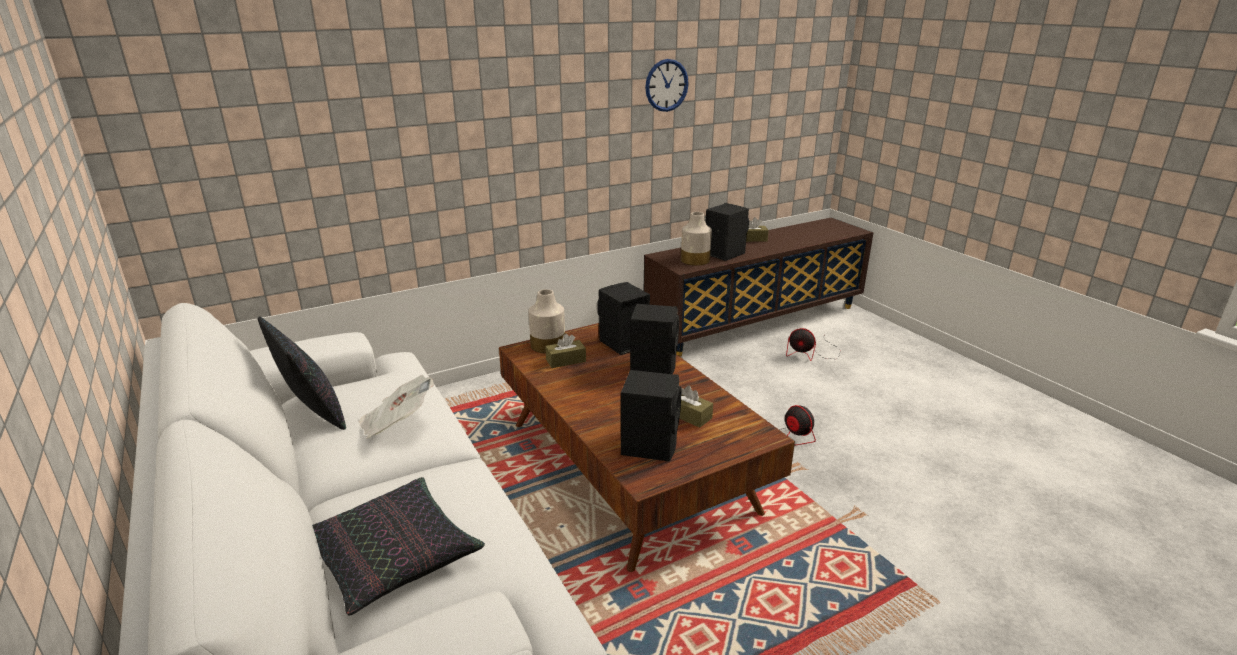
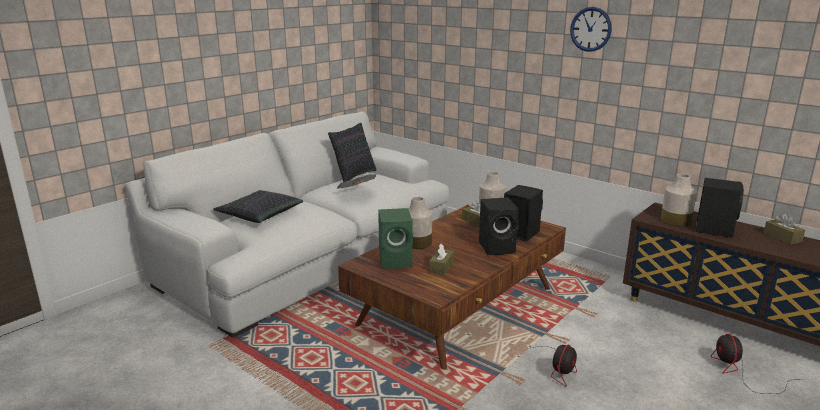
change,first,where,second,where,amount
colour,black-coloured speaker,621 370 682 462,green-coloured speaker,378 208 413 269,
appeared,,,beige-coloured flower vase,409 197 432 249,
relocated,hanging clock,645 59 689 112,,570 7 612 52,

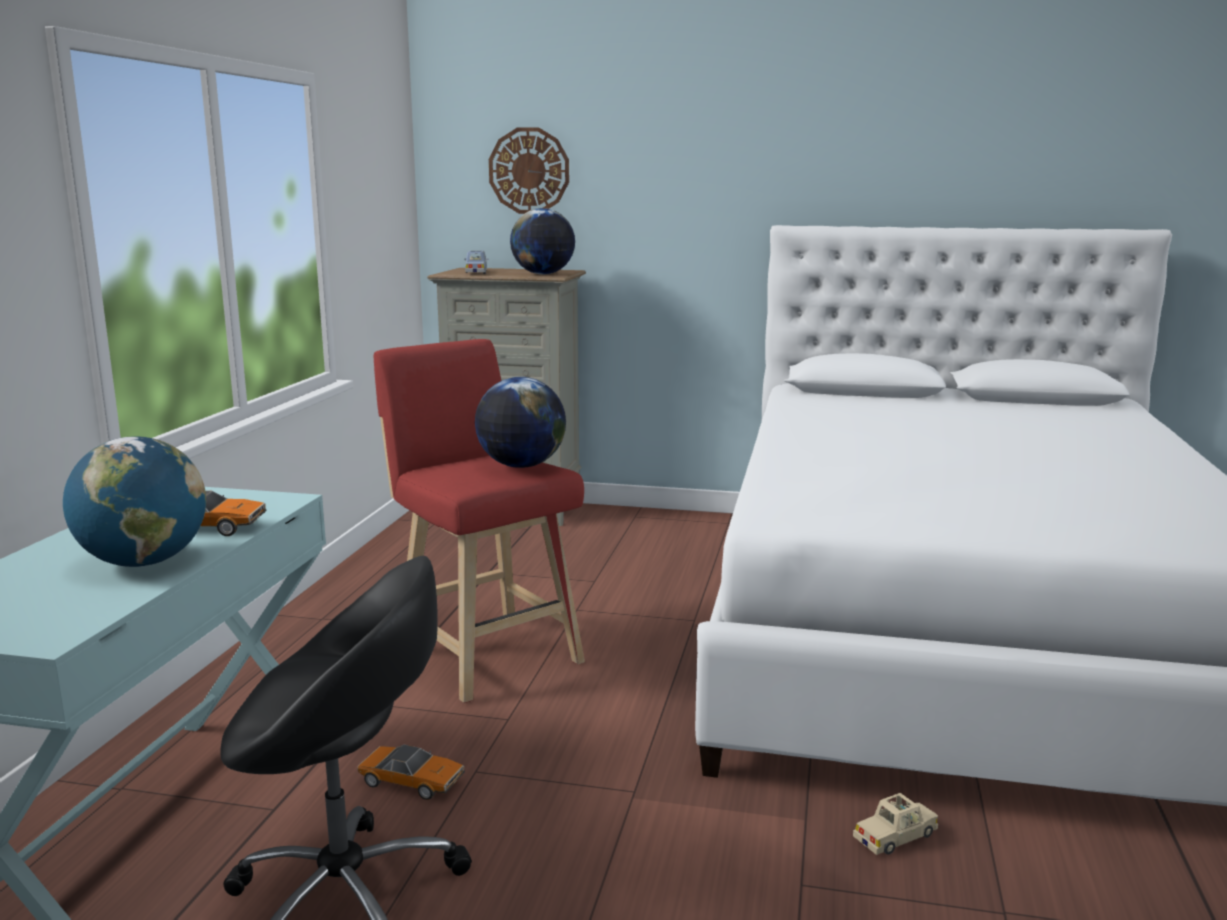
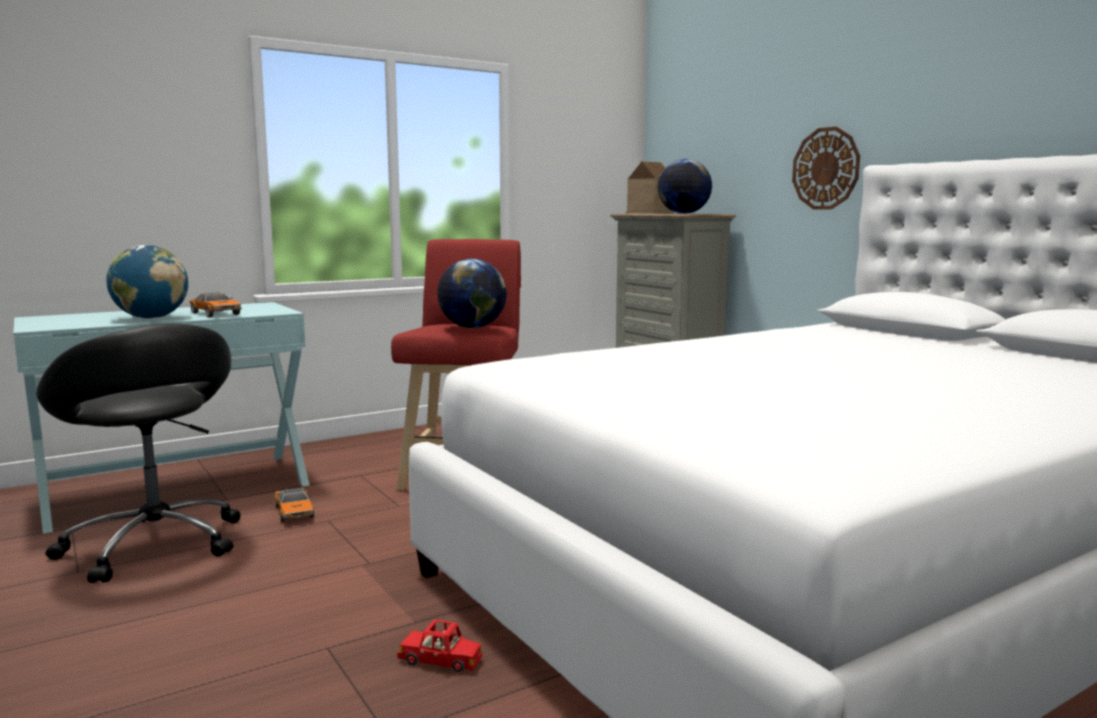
change,first,where,second,where,amount
colour,beige-coloured miniature car,853 793 938 855,reddish miniature car,397 619 482 672,
exchanged,bluish miniature car,464 251 489 274,model house,626 161 674 213,
relocated,hanging clock,489 127 569 214,,792 127 860 210,

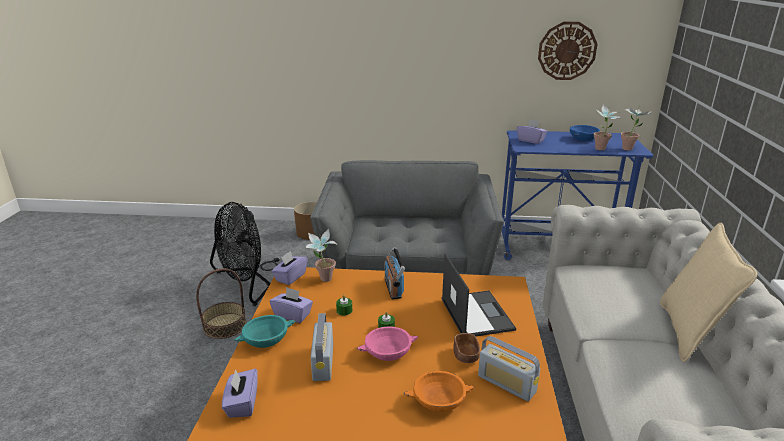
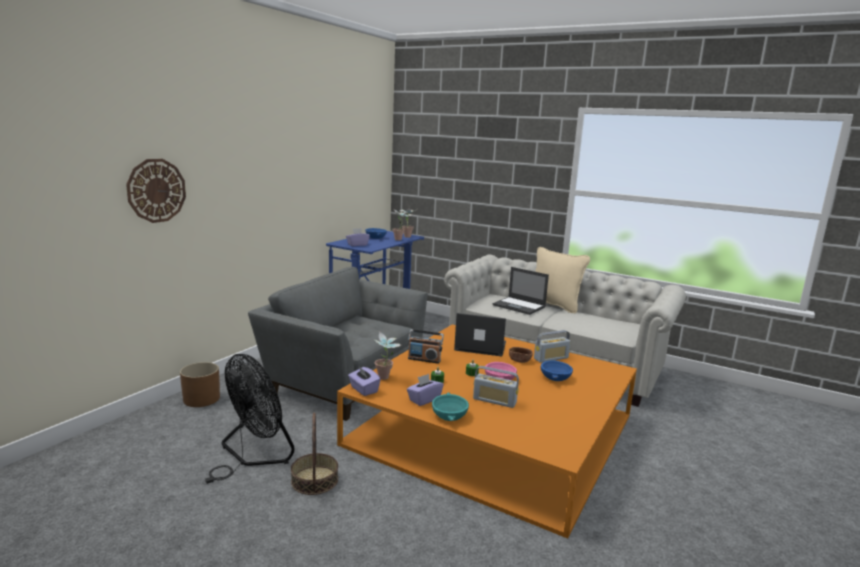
change,first,where,second,where,amount
relocated,hanging clock,538 22 597 80,,126 159 186 223,
spun,black-coloured fan,210 202 280 306,,205 354 294 484,120 degrees counterclockwise
appeared,,,laptop,493 267 549 315,
colour,orange-coloured bowl,404 371 475 412,bluish bowl,541 360 573 381,
missing,purple-coloured tissue box,222 368 258 418,,,

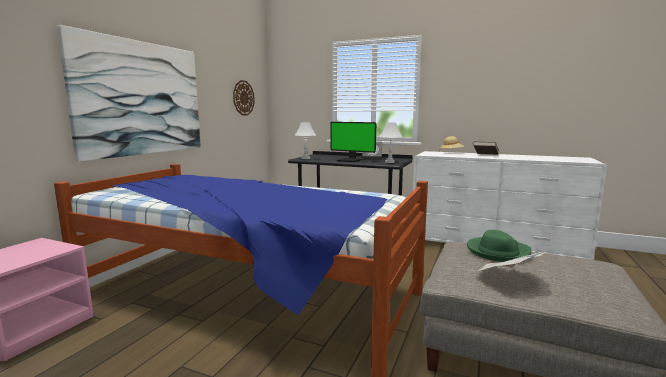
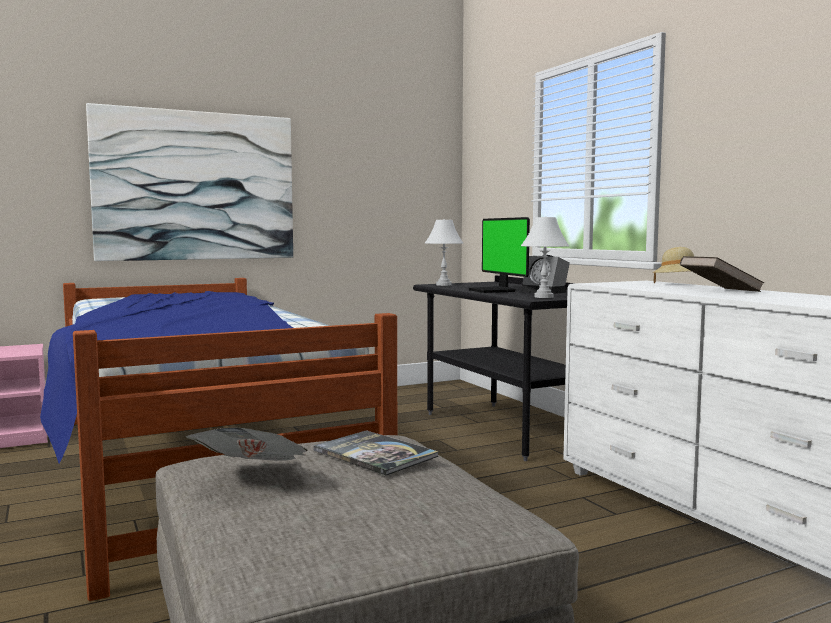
change,first,where,second,where,amount
exchanged,green-coloured wearable hat,467 230 531 262,volume,314 430 439 475,
missing,hanging clock,233 80 255 115,,,

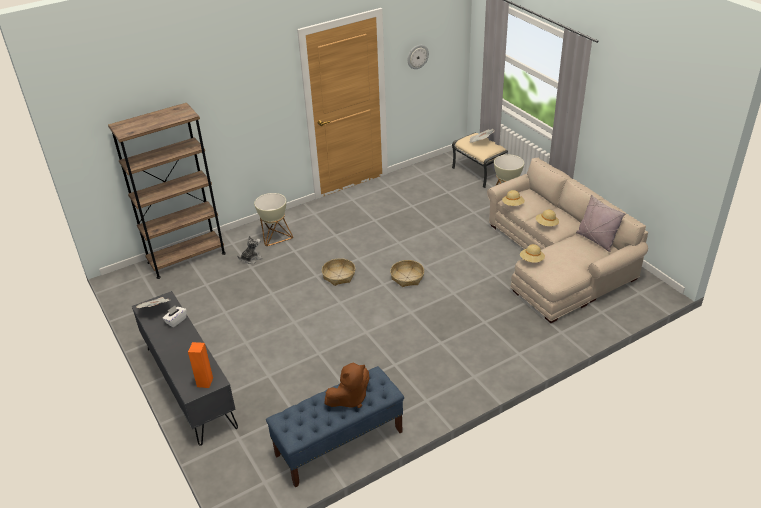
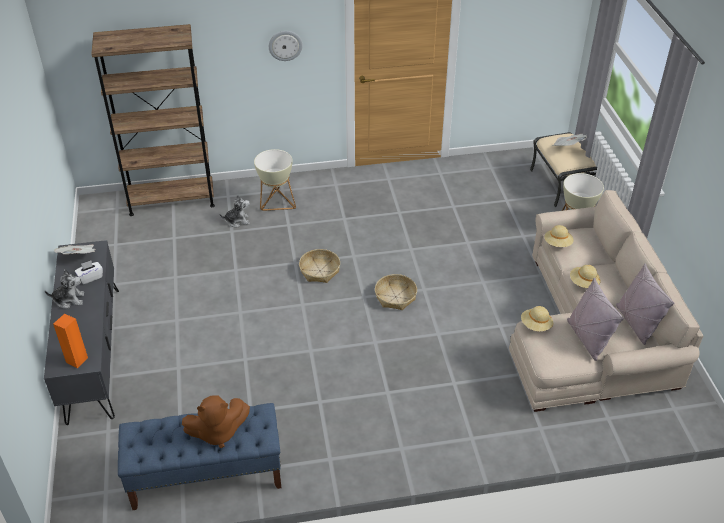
change,first,where,second,where,amount
appeared,,,cuddly toy,45 270 84 309,
relocated,hanging clock,408 45 429 69,,269 31 303 61,
appeared,,,purple-coloured throw pillow,567 278 624 361,

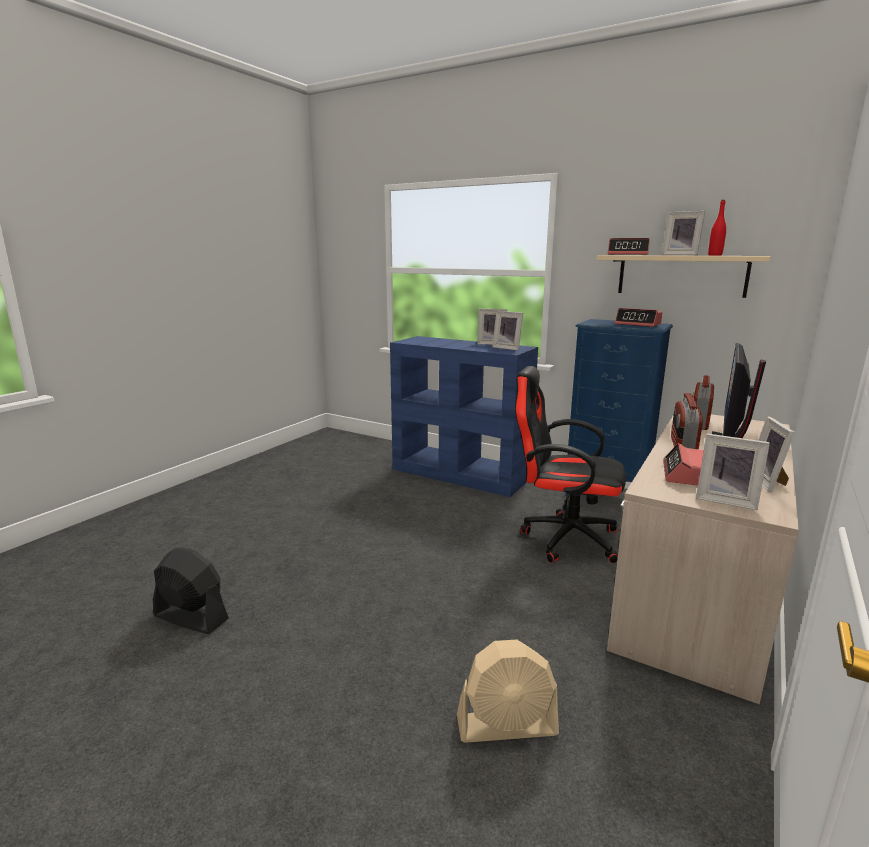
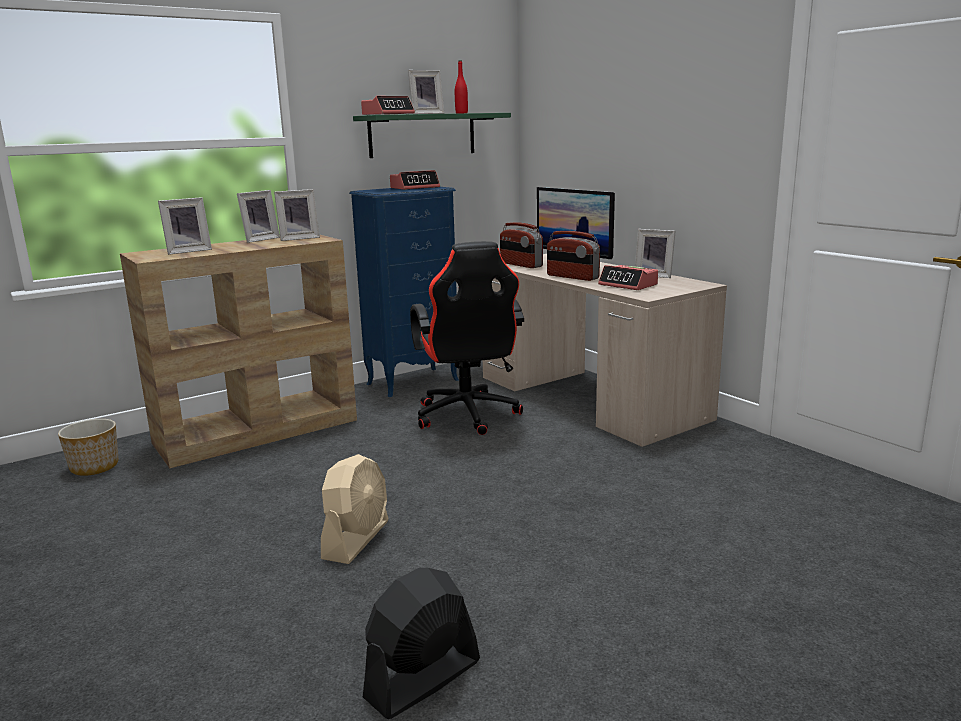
change,first,where,second,where,amount
appeared,,,flower pot,58 419 118 476,
colour,bluish bookshelf,390 336 538 497,brown bookshelf,120 235 357 468,
relocated,picture frame,696 434 770 510,,158 197 212 255,
relocated,beige-coloured fan,457 640 559 743,,321 454 388 564,
colour,beige-coloured shelf,596 255 771 298,green-coloured shelf,353 113 511 158,
spun,black-coloured computer chair,515 366 626 563,,410 241 524 435,60 degrees counterclockwise

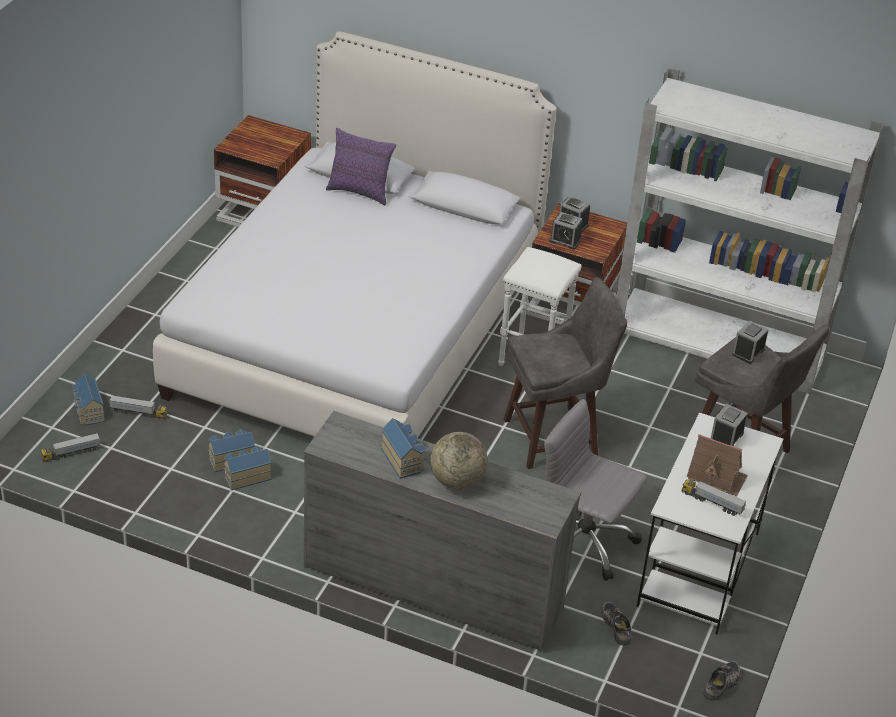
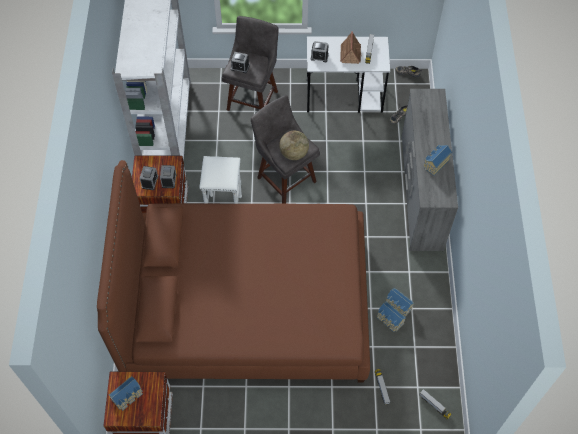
change,first,where,second,where,amount
colour,white bedroom bed,153 31 557 437,brown bedroom bed,97 160 370 383,
relocated,model house,72 373 105 426,,109 376 143 411,
relocated,desk globe,430 432 488 490,,279 130 309 160,
missing,purple-coloured throw pillow,326 128 396 205,,,
missing,grey computer chair,544 399 647 581,,,

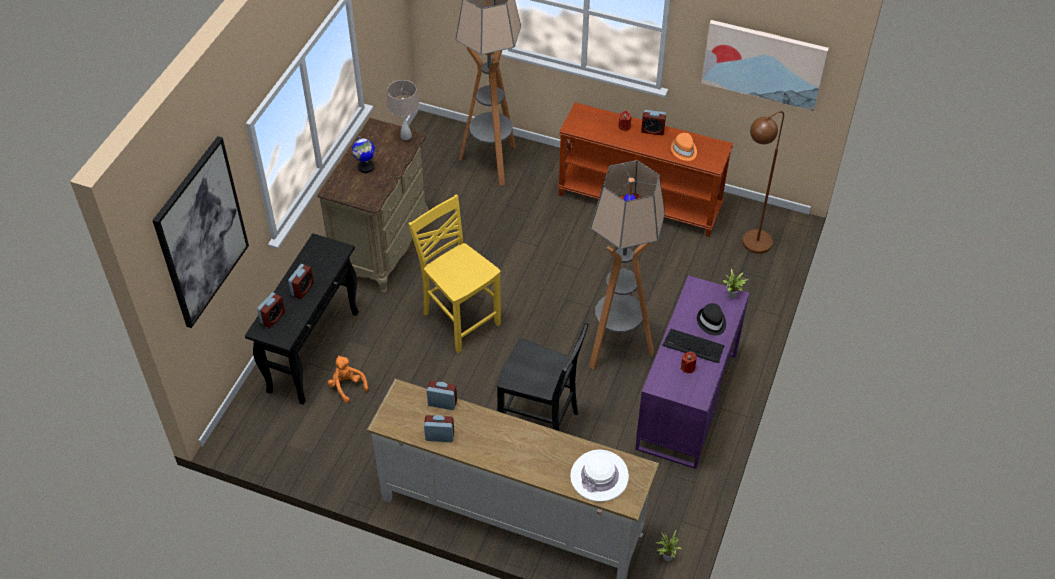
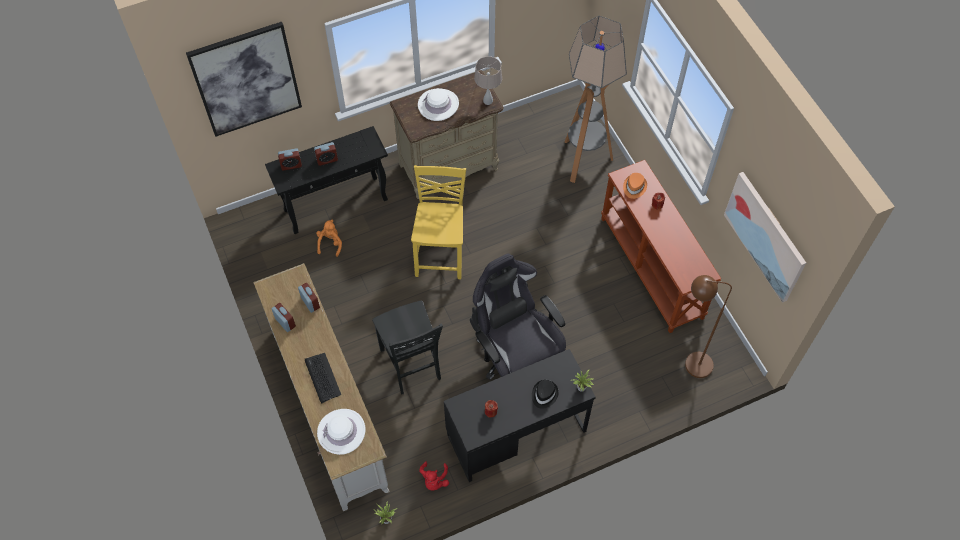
change,first,where,second,where,amount
relocated,computer keyboard,663 329 724 363,,305 353 341 403,
exchanged,desk globe,352 136 375 173,white wearable hat,418 88 459 121,
appeared,,,reddish cuddly toy,419 461 449 490,
colour,purple-coloured desk unit,635 275 750 469,black-coloured desk unit,444 349 596 482,
exchanged,standard lamp,589 160 665 370,black-coloured computer chair,470 253 566 380,
relocated,orange-coloured wearable hat,671 133 697 161,,623 173 647 199,
missing,table clock,641 110 666 135,,,

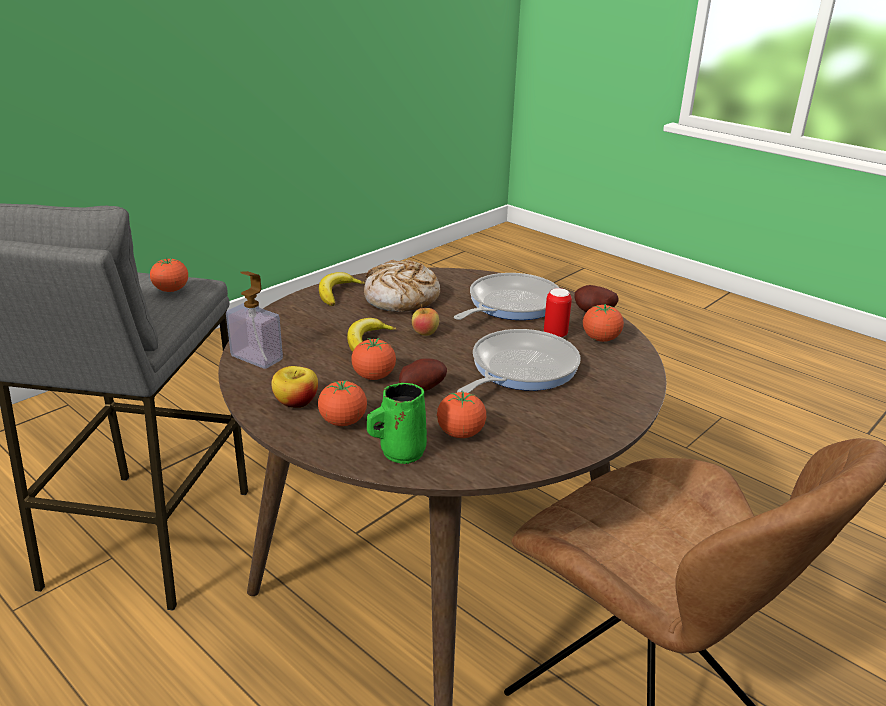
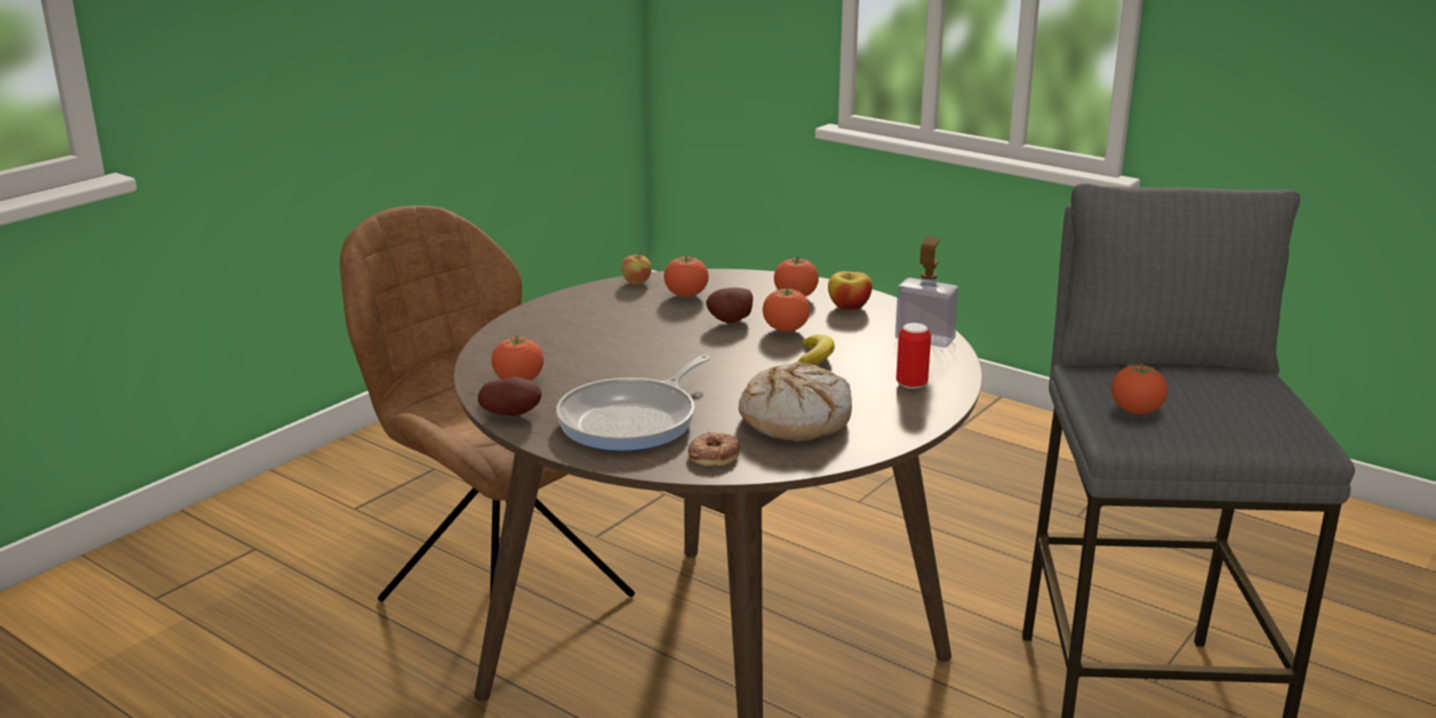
change,first,where,second,where,amount
relocated,whole apple,412 304 439 336,,621 250 652 284,
appeared,,,ring doughnut,688 432 740 466,
relocated,sealed can,544 288 572 338,,896 323 931 389,
missing,whole banana,319 272 365 306,,,
missing,green-coloured tea mug,367 383 427 464,,,
missing,pan,457 329 581 393,,,

